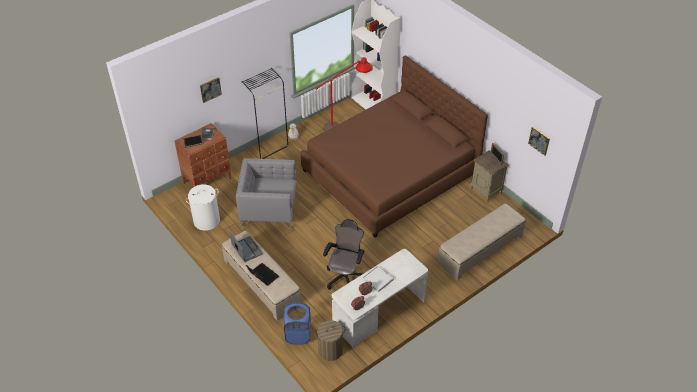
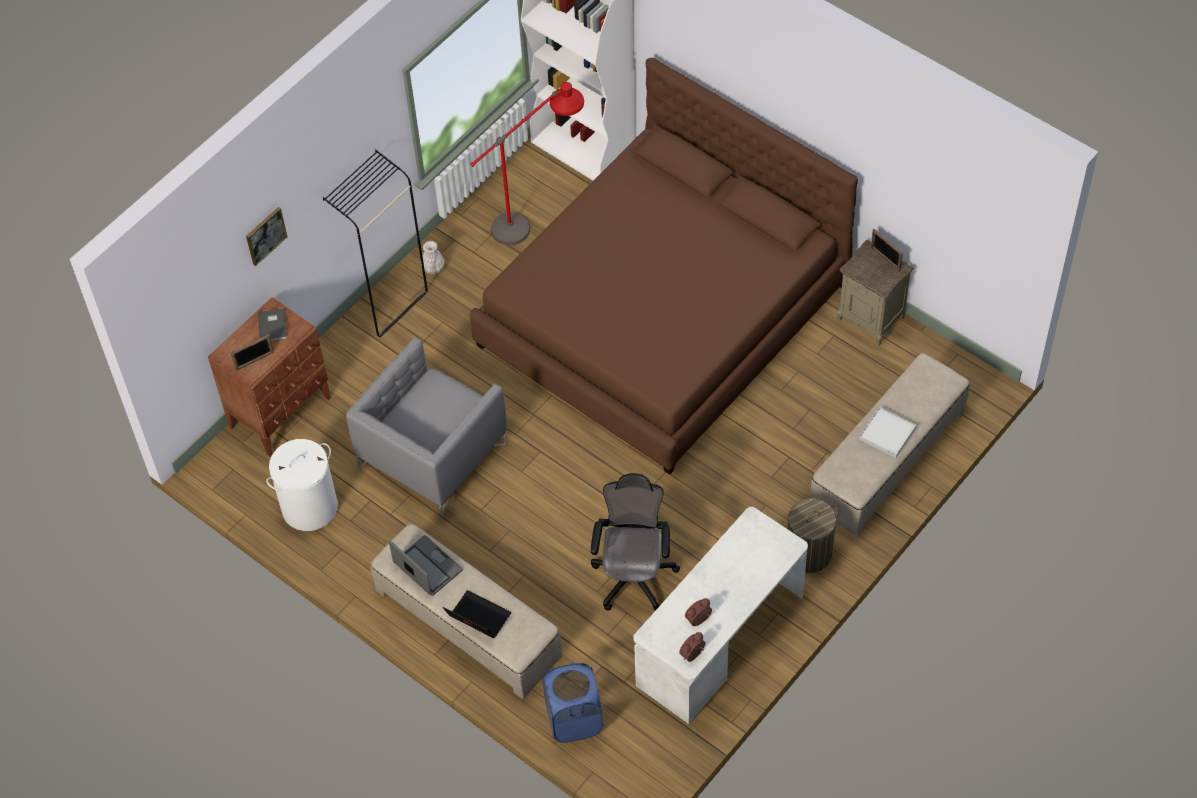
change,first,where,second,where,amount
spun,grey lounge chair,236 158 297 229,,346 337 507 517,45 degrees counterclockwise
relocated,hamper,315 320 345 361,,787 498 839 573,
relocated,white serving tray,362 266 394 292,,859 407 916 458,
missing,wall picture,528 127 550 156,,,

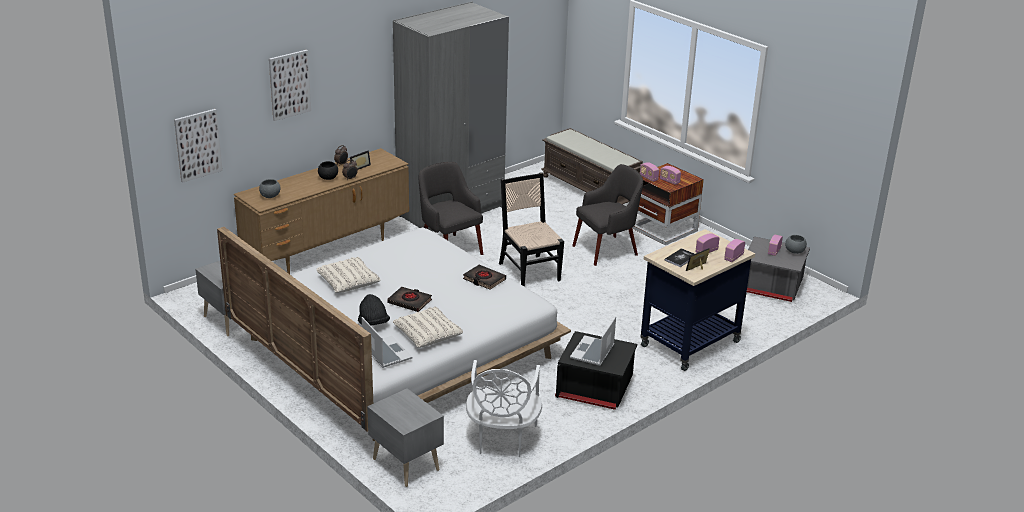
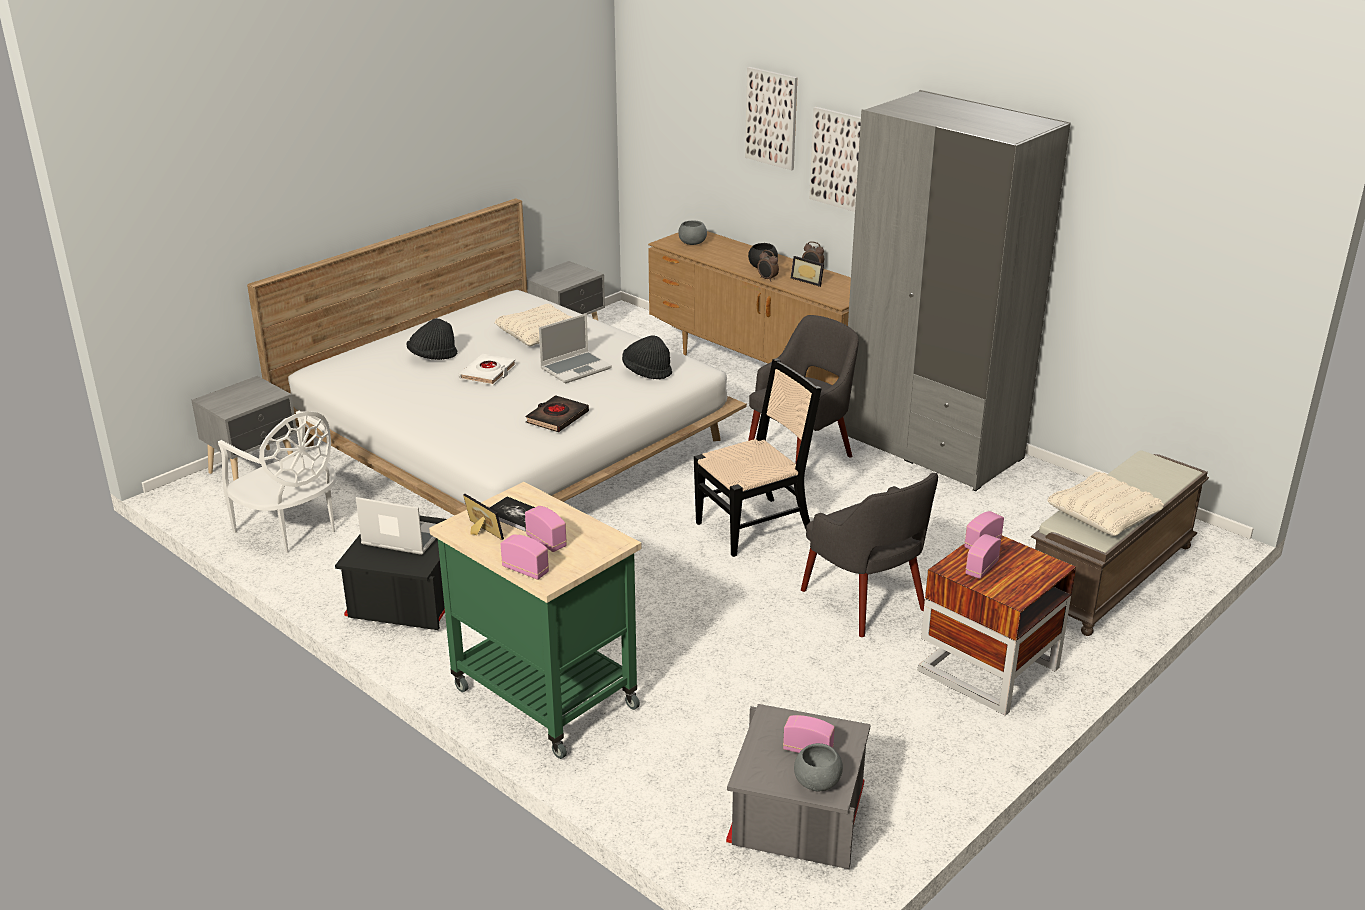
change,first,where,second,where,amount
spun,white upright chair,466 360 542 457,,218 411 337 553,135 degrees counterclockwise
colour,bluish cart,640 229 755 371,green-coloured cart,429 482 641 759,
colour,black-coloured volume,387 287 432 312,white volume,459 354 516 386,
relocated,laptop,362 317 412 368,,539 313 612 383,
appeared,,,black-coloured wearable hat,622 335 672 379,
relocated,wall picture,174 109 223 183,,809 107 861 212,
relocated,beige-coloured throw pillow,393 306 463 348,,1048 472 1164 536,

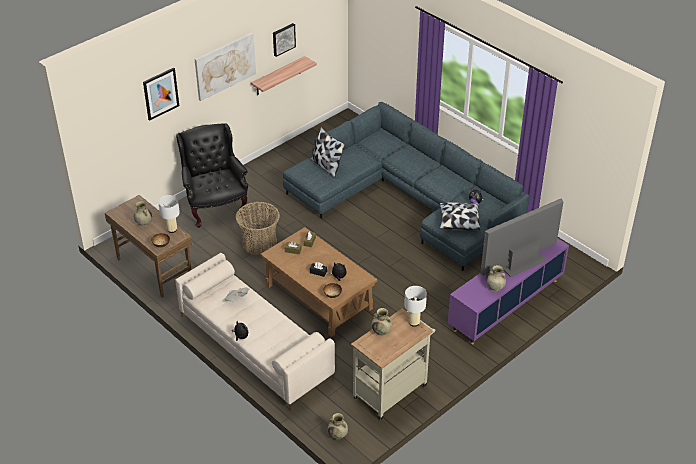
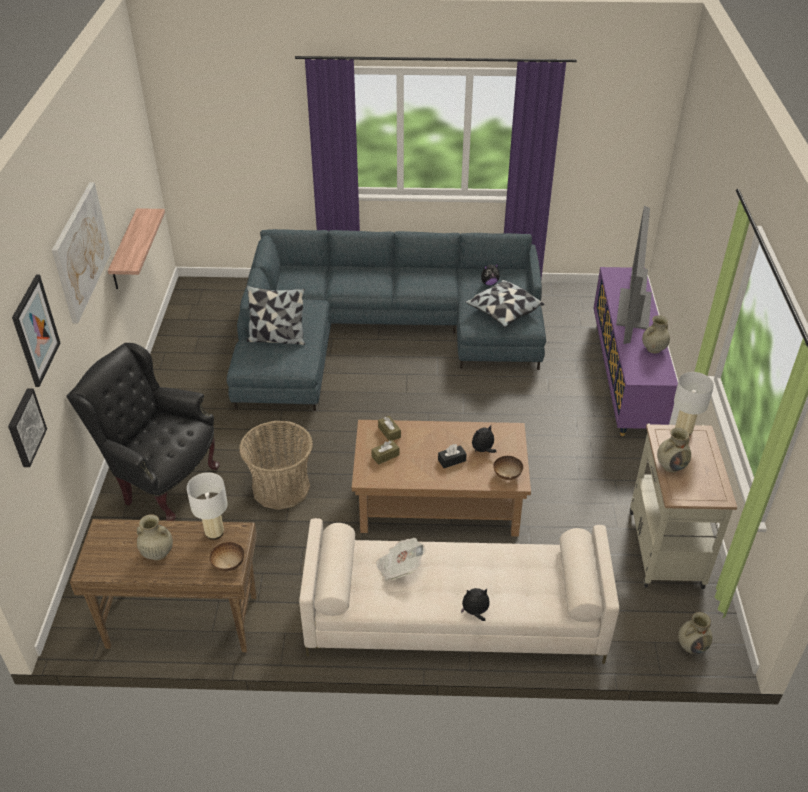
change,first,where,second,where,amount
relocated,wall picture,273 23 296 57,,8 389 47 467,

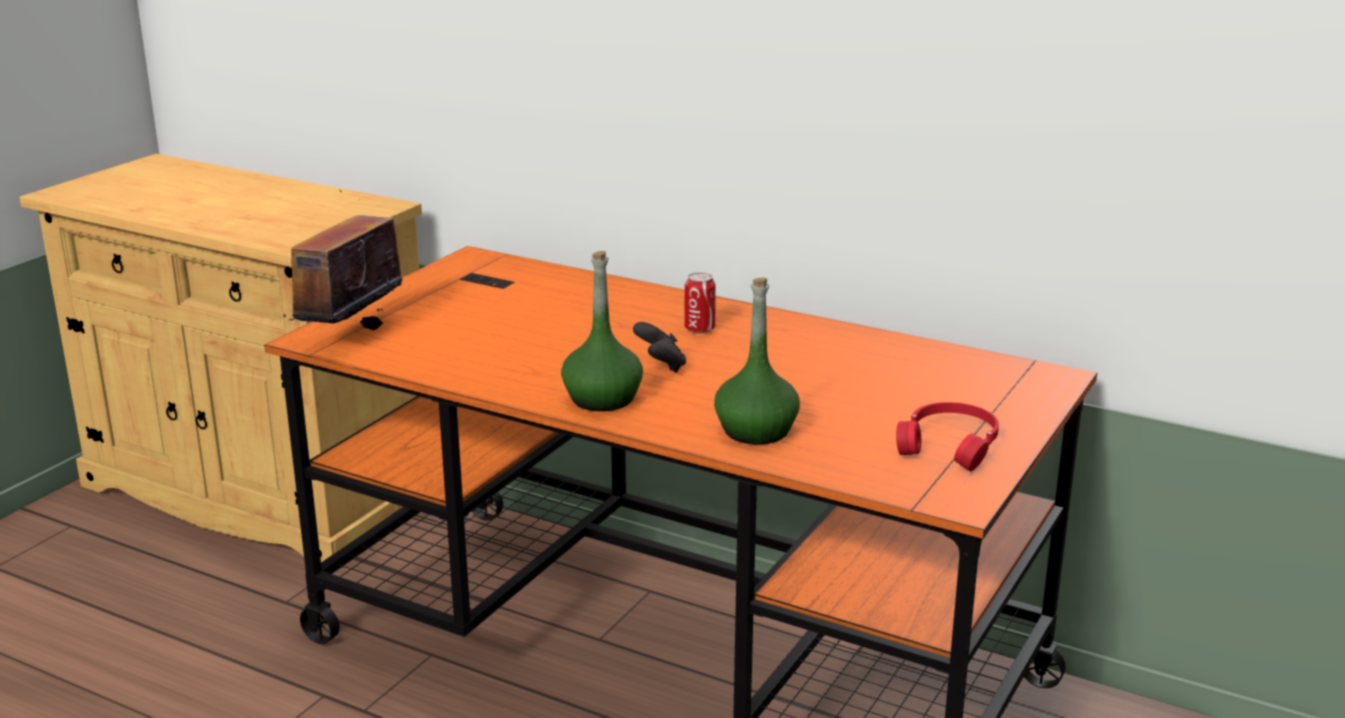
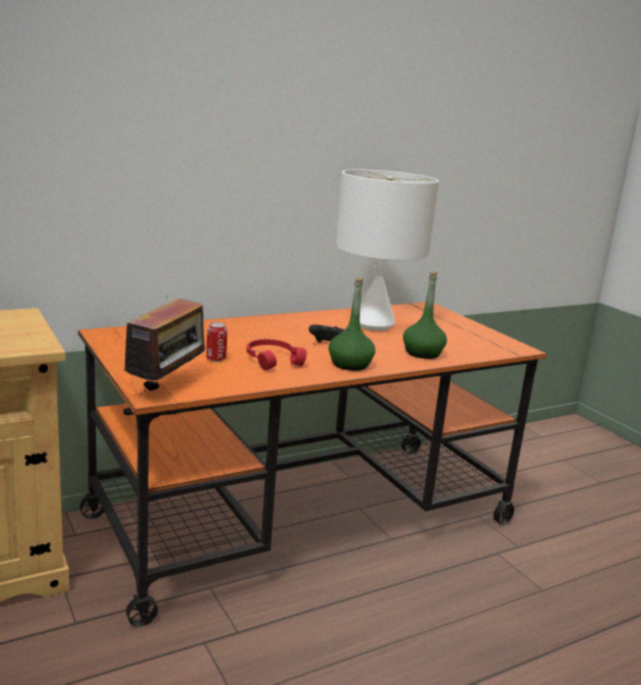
change,first,where,second,where,amount
spun,radio receiver,283 190 402 330,,124 296 211 394,120 degrees counterclockwise
relocated,sealed can,684 272 716 333,,206 322 227 362,
relocated,reddish headphones,896 402 999 471,,247 339 307 371,
appeared,,,white lamp for a table,336 169 439 331,

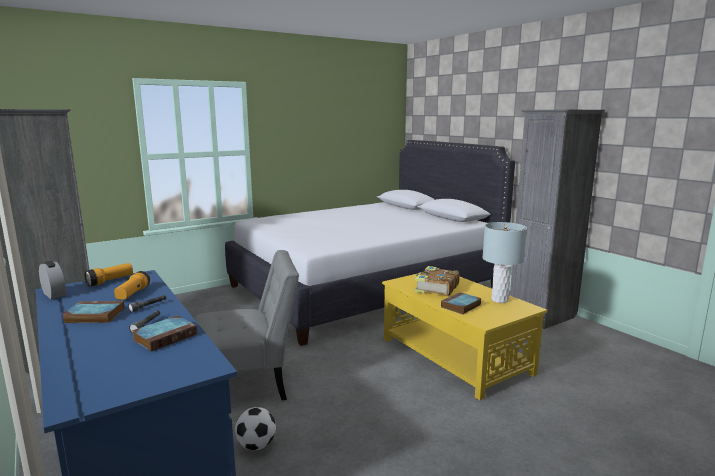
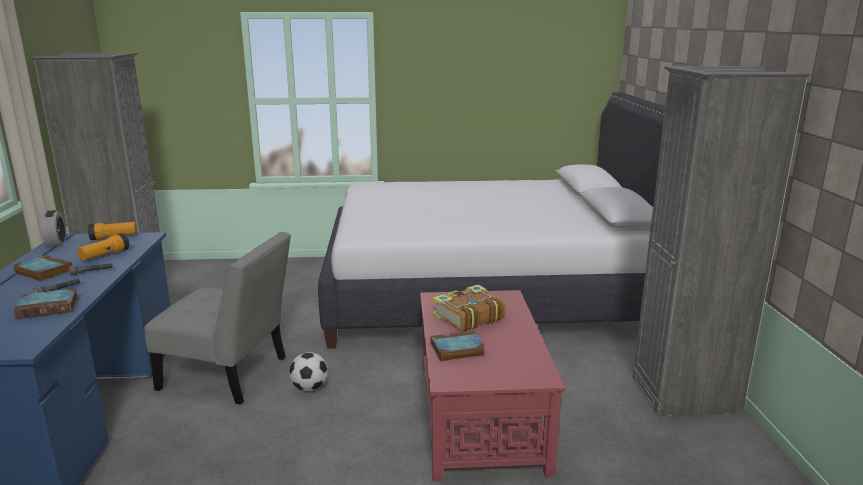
change,first,where,second,where,amount
relocated,ball for football,235 407 276 450,,289 352 328 391,
colour,yellowish low table,382 273 547 400,reddish low table,420 290 566 482,
missing,grey lamp for a table,482 222 527 303,,,

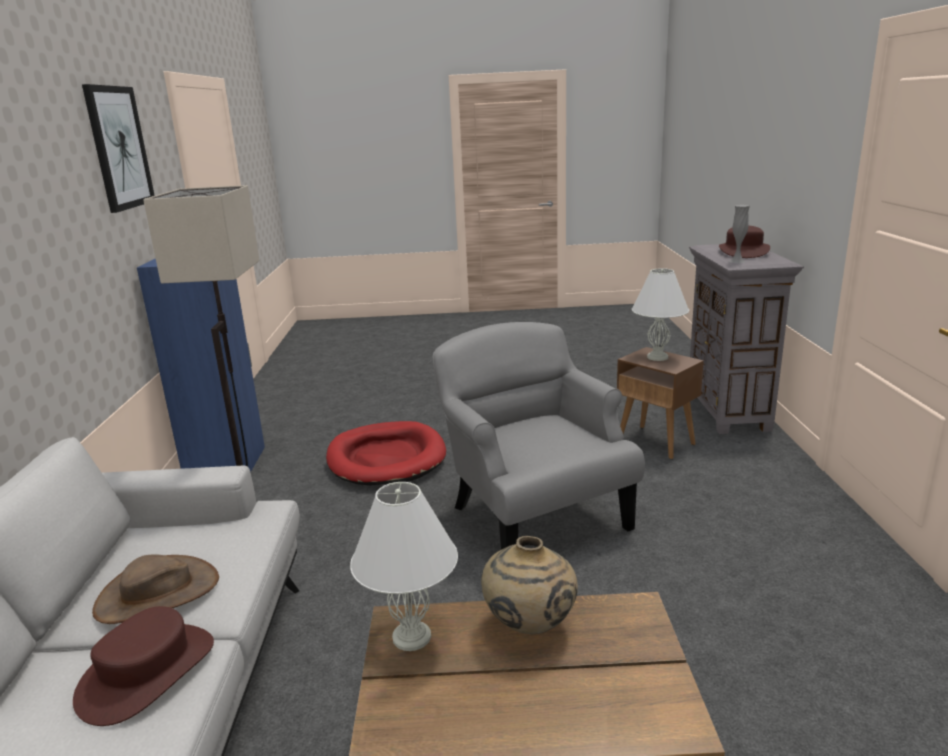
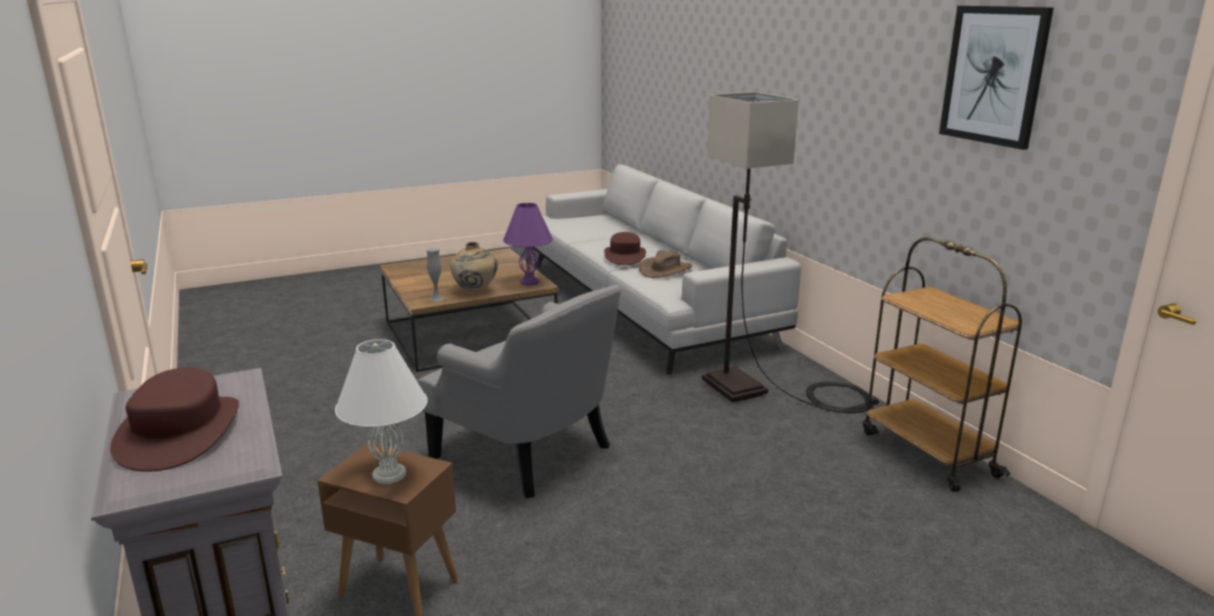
change,first,where,second,where,amount
relocated,grey flower vase,729 205 750 263,,426 248 444 301,
colour,white lamp for a table,350 482 458 651,purple-coloured lamp for a table,503 203 553 285,
exchanged,bluish storage cabinet,137 258 265 472,brown cart,863 237 1022 492,
missing,reddish dog bed,326 421 446 486,,,

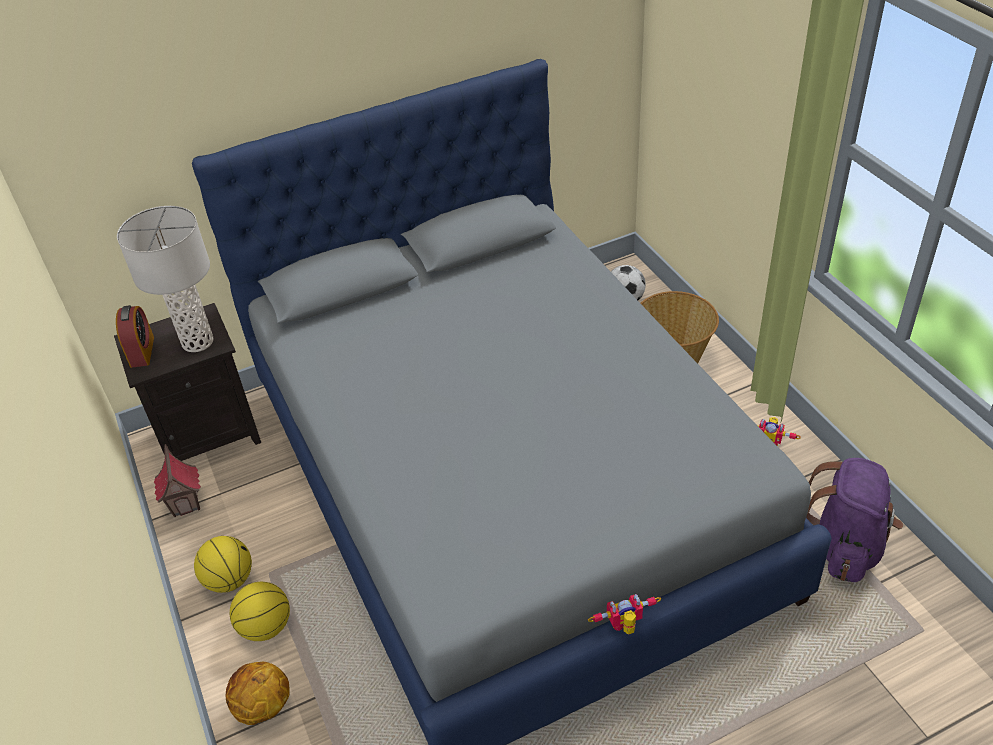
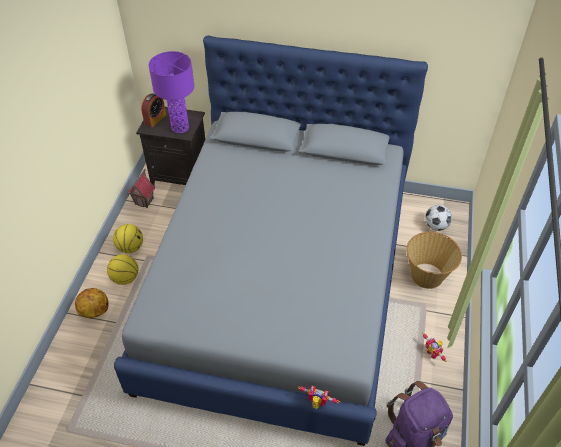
change,first,where,second,where,amount
colour,white lamp for a table,117 206 213 352,purple-coloured lamp for a table,149 51 194 133,
relocated,toy robot,588 594 661 635,,297 385 340 409,

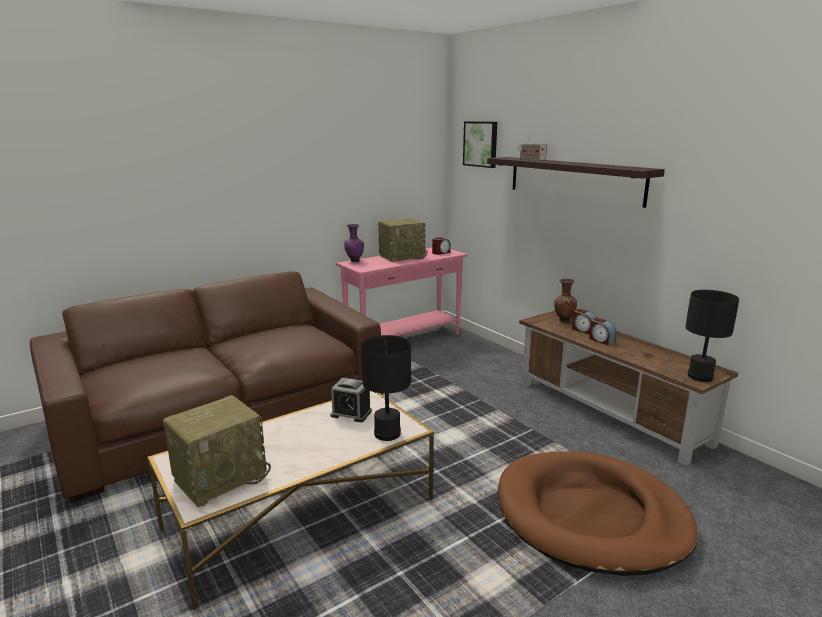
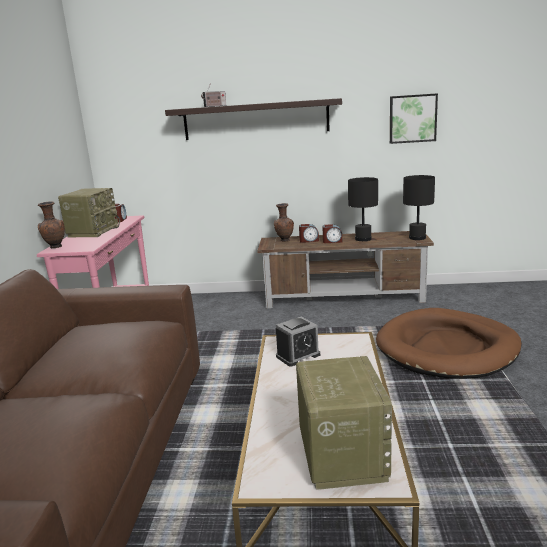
change,first,where,second,where,amount
colour,purple-coloured flower vase,344 224 364 262,brown flower vase,38 202 65 248,
relocated,black-coloured lamp for a table,361 335 411 441,,348 177 378 241,
relocated,wall picture,463 121 497 168,,390 93 438 144,

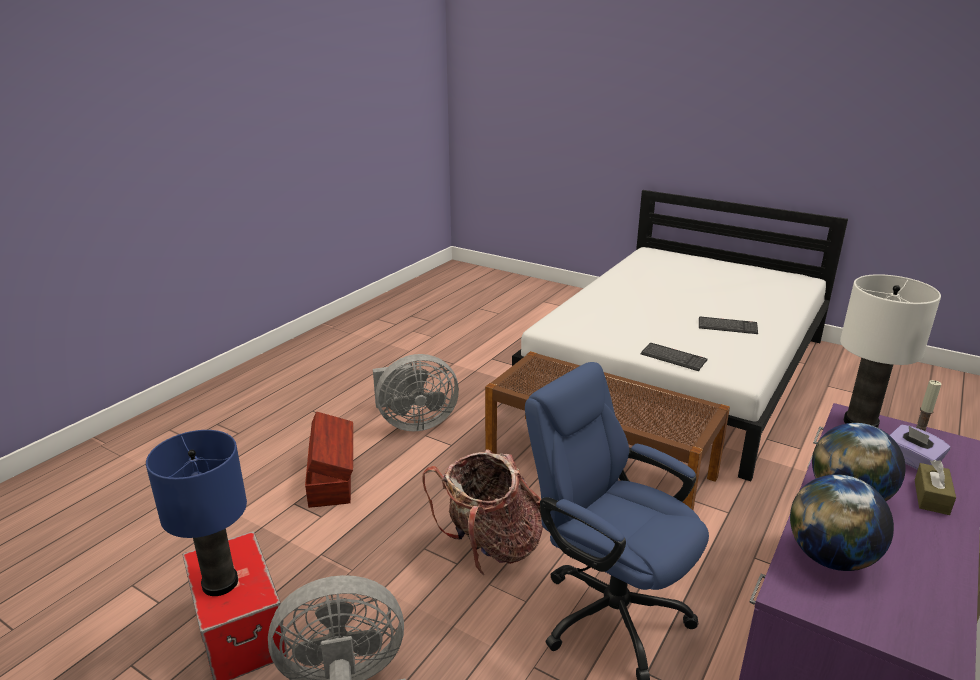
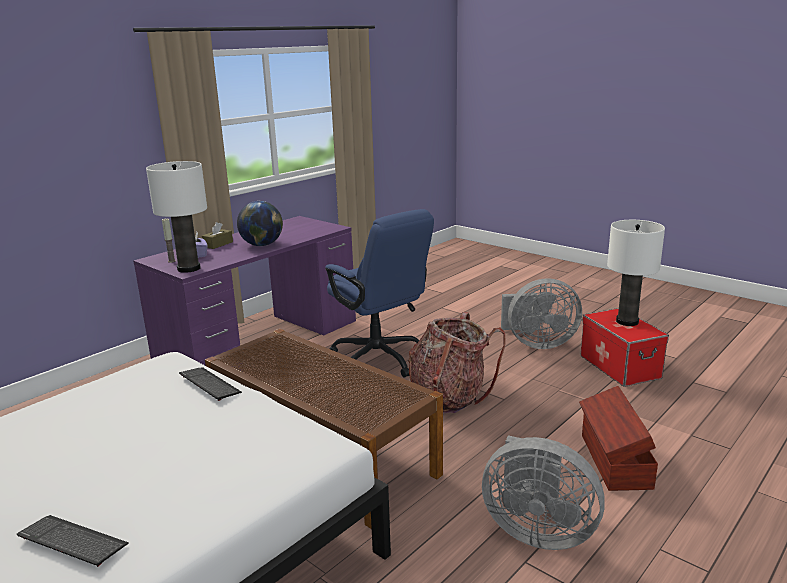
change,first,where,second,where,amount
relocated,computer keyboard,699 317 758 334,,17 515 129 567,
spun,grey fan,373 354 459 431,,482 435 605 550,150 degrees counterclockwise
colour,bluish lamp for a table,146 430 247 596,white lamp for a table,607 220 665 326,
missing,desk globe,790 474 894 571,,,

